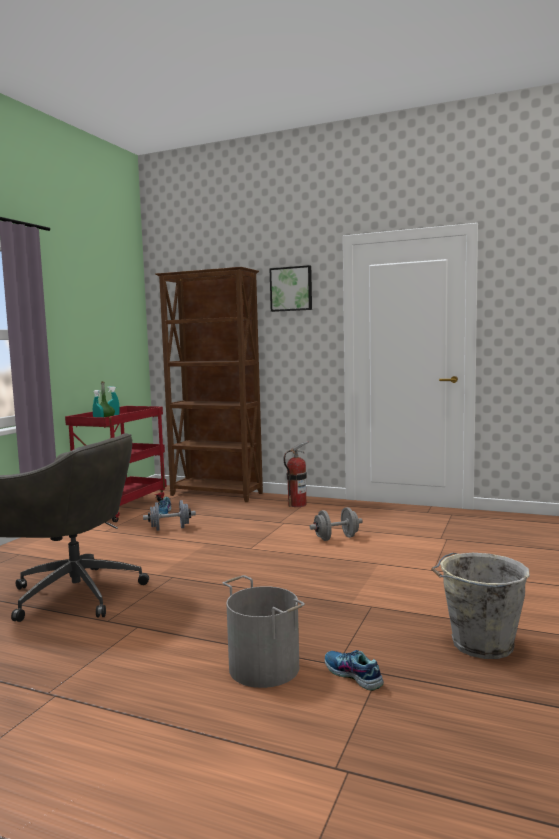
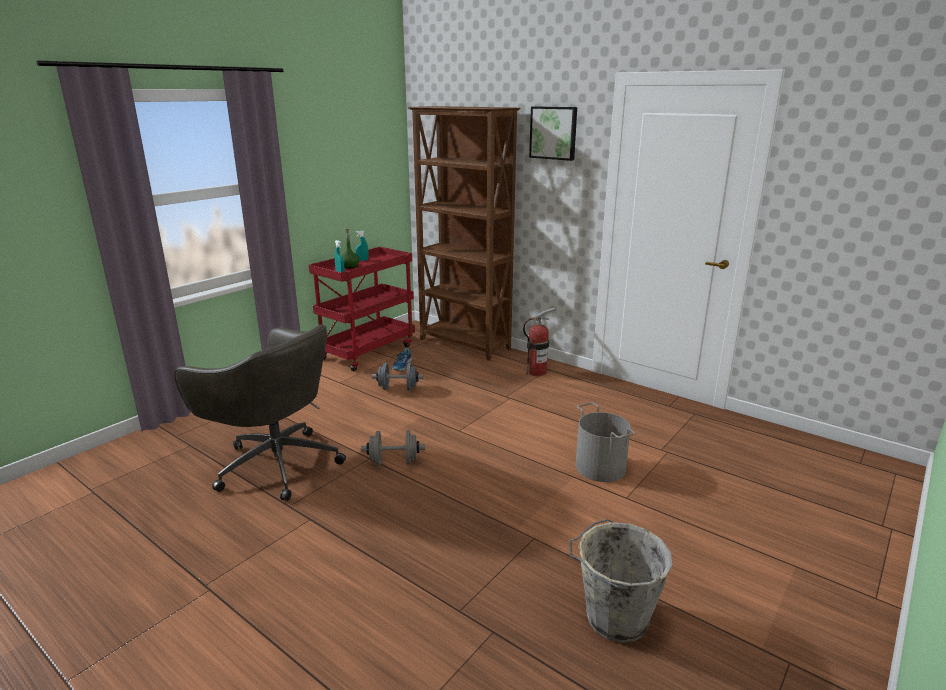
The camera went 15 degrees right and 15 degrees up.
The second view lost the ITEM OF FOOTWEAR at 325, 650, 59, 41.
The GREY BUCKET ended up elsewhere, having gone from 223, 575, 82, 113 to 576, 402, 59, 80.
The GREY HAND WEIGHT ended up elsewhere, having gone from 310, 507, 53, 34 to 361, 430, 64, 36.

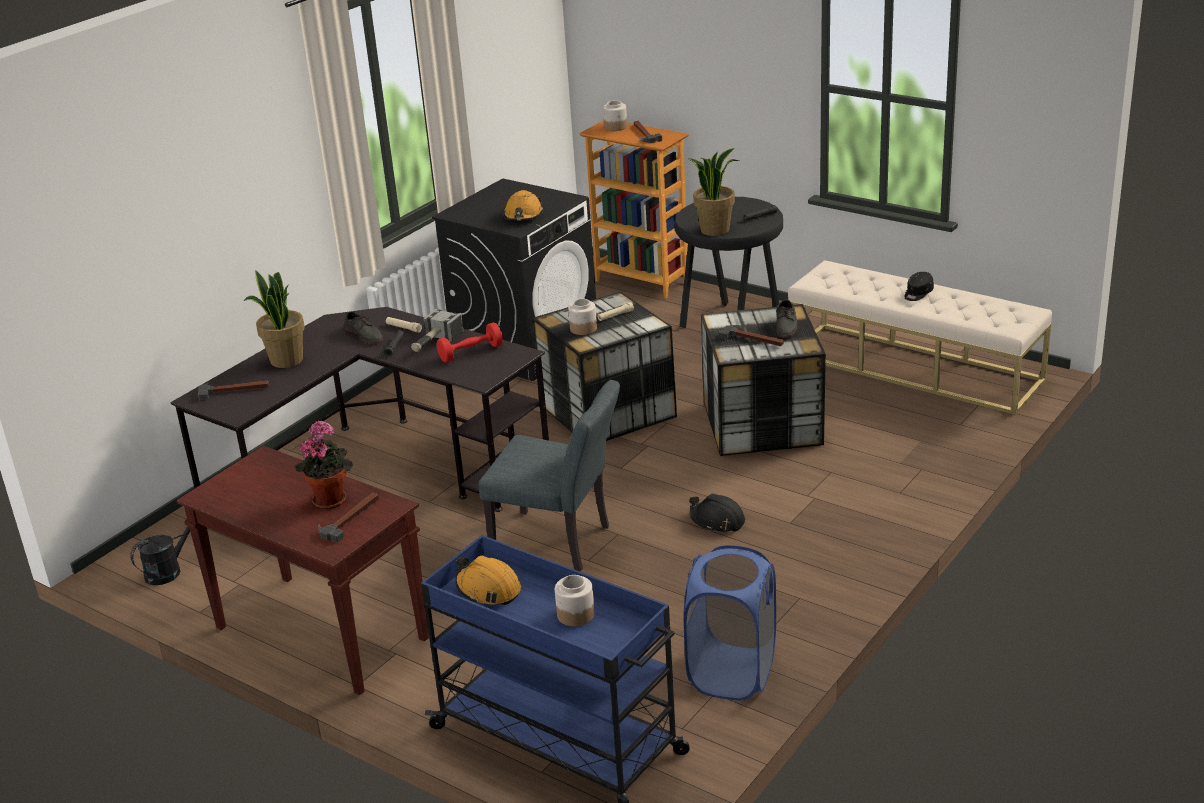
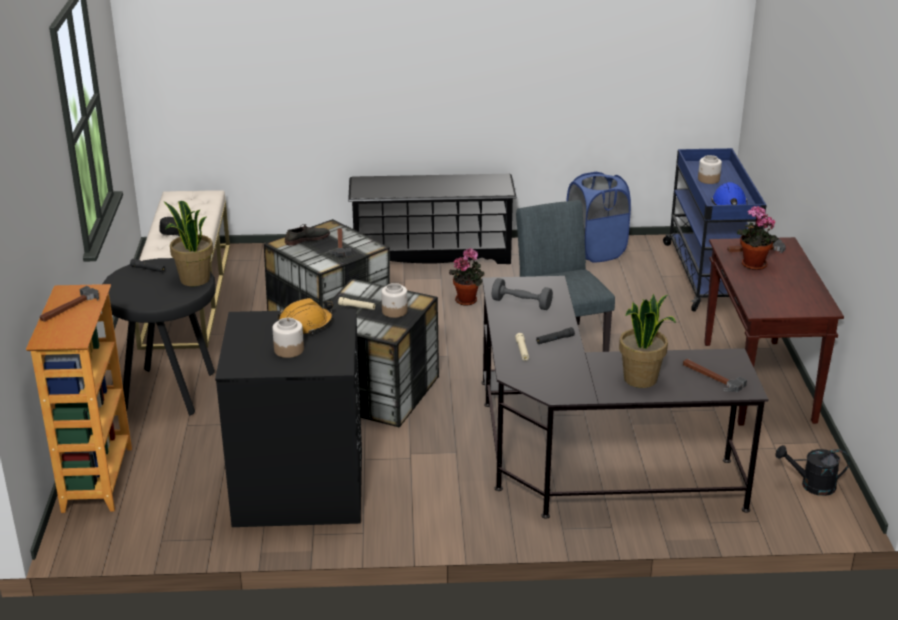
The camera went 130 degrees left and 0 degrees up.
The second view lost the GREY ITEM OF FOOTWEAR at 344, 311, 39, 33.
The second view lost the TOOL HAMMER at 411, 309, 52, 43.
The second view gained the BLACK SHOE SHELF at 348, 174, 169, 90.
The STORAGE JAR ended up elsewhere, having gone from 603, 101, 24, 30 to 272, 318, 32, 40.
Where the BLACK SAFETY HELMET stood at 689, 494, 56, 38, the POTTED PLANT came to stand at 449, 248, 35, 58.
What was the RED-COLOURED HAND WEIGHT at 437, 322, 66, 41 turned into the GREY HAND WEIGHT at 492, 278, 61, 32.
What was the ORANGE SAFETY HELMET at 455, 555, 66, 50 turned into the BLUE SAFETY HELMET at 711, 182, 37, 23.

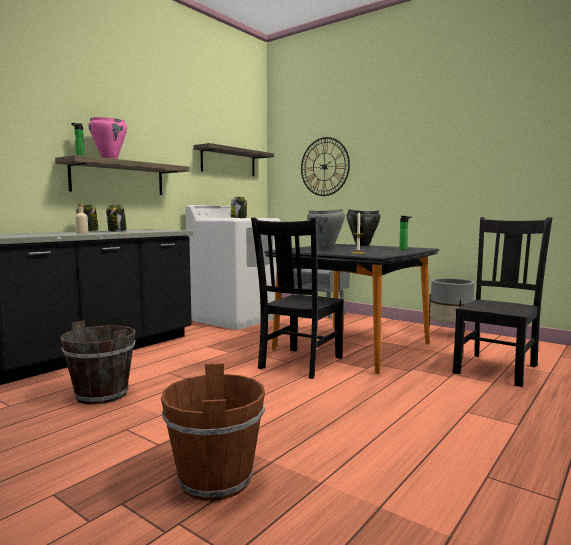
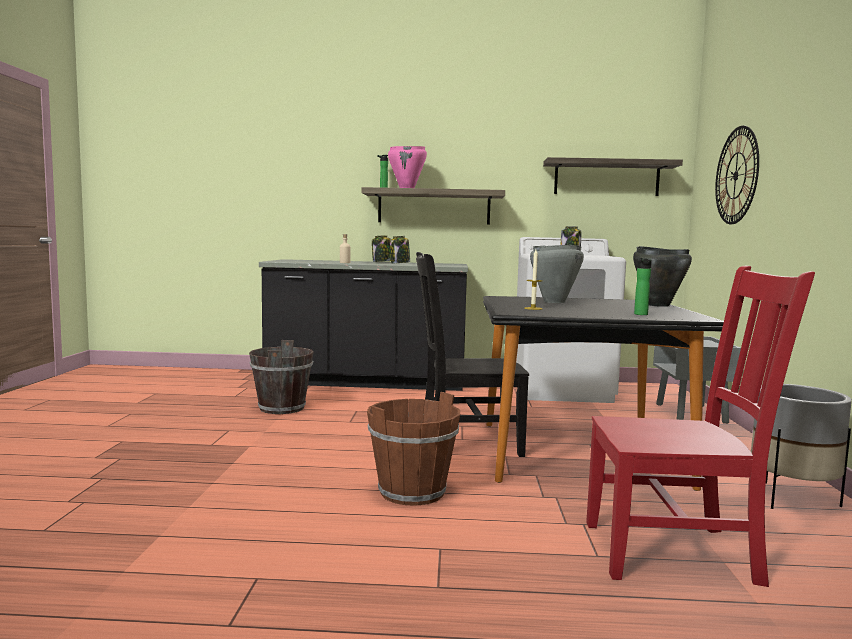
The camera went 55 degrees right and 0 degrees up.
The BROWN BUCKET ended up elsewhere, having gone from 161, 363, 104, 138 to 367, 392, 93, 114.
What was the BLACK CHAIR at 452, 217, 100, 170 turned into the RED-COLOURED CHAIR at 586, 266, 229, 321.

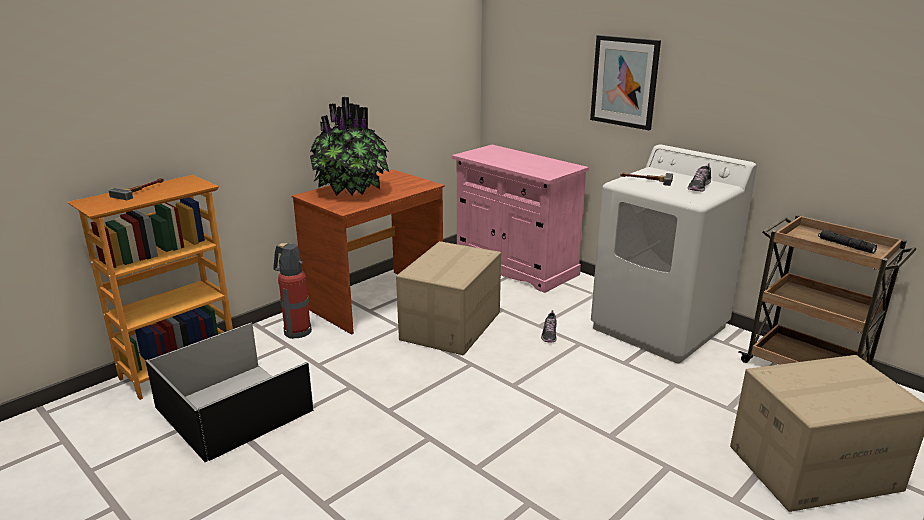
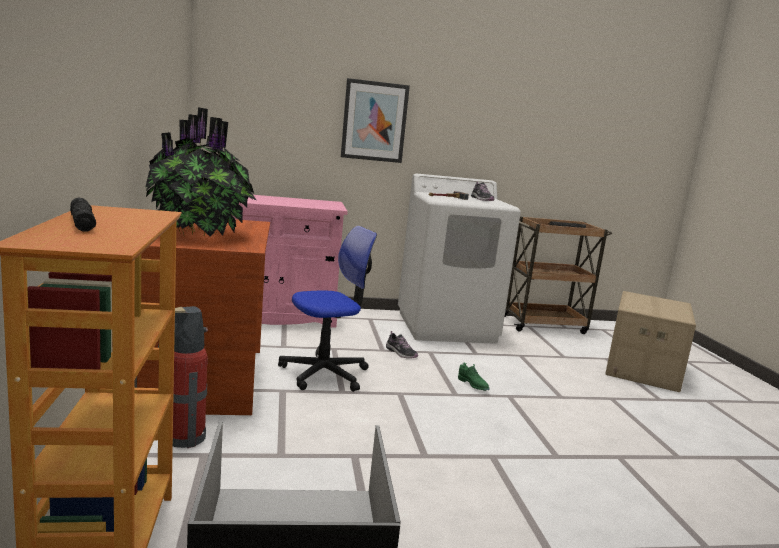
The camera went 55 degrees left and 10 degrees down.
The second view gained the GREEN ITEM OF FOOTWEAR at 458, 362, 32, 29.
Where the TOOL HAMMER stood at 108, 178, 56, 22, the BLACK TORCH came to stand at 70, 197, 26, 35.
Where the CARDBOARD BOX stood at 396, 241, 105, 114, the OFFICE CHAIR came to stand at 278, 226, 99, 166.

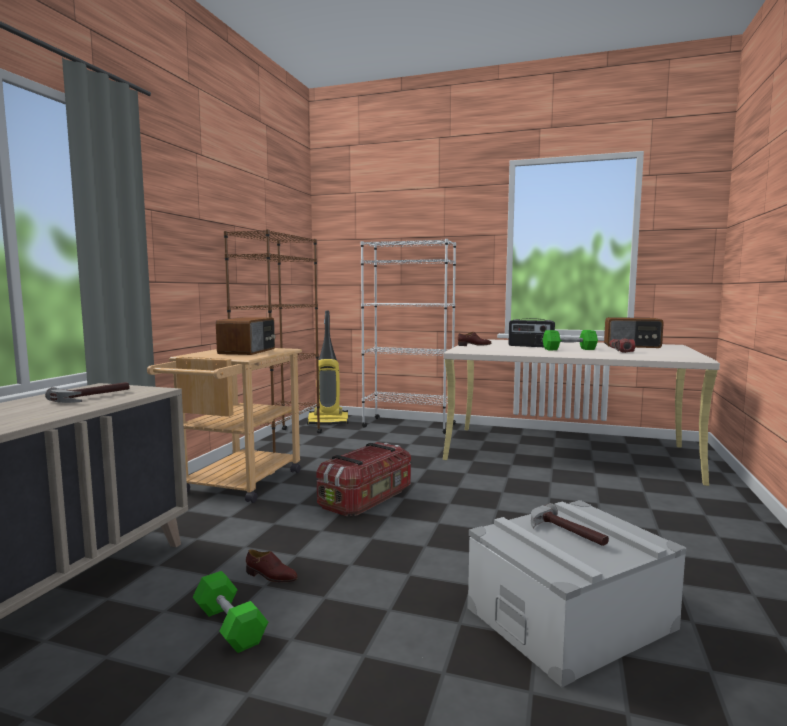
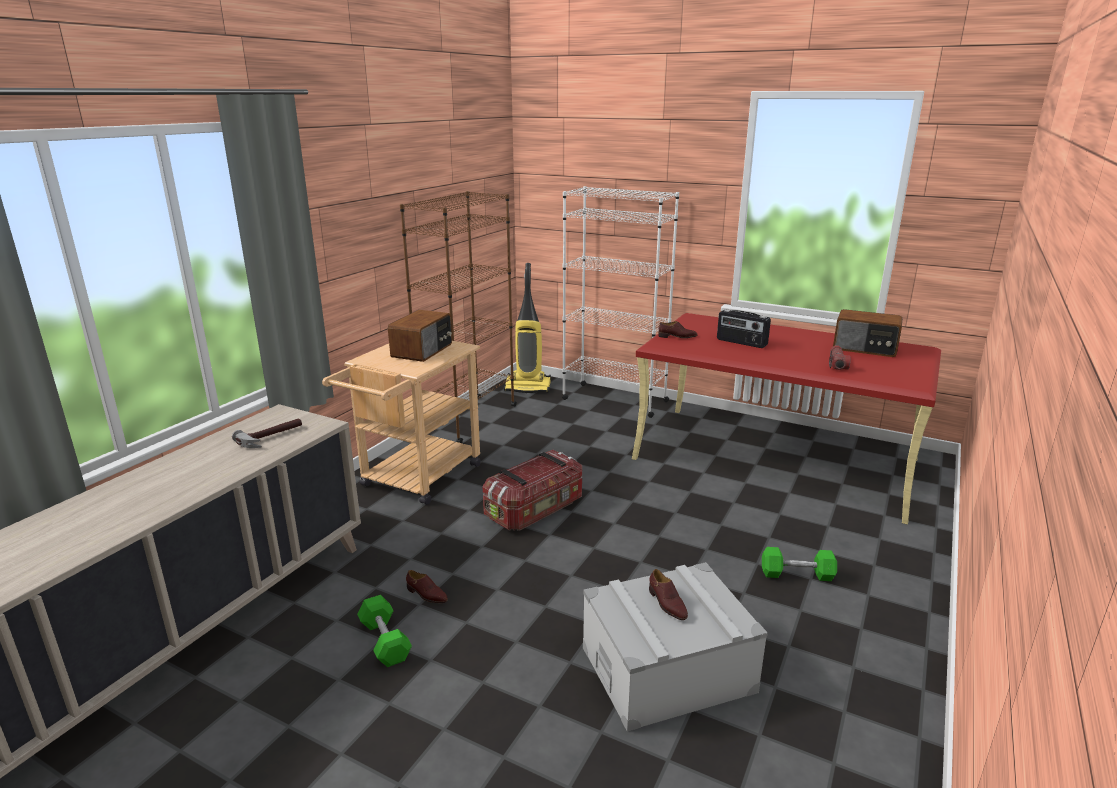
The camera went 10 degrees right and 15 degrees up.
The GREEN HAND WEIGHT ended up elsewhere, having gone from 543, 330, 55, 20 to 762, 547, 75, 34.
Where the TOOL HAMMER stood at 531, 503, 78, 43, the BROWN ITEM OF FOOTWEAR came to stand at 649, 569, 39, 51.
What was the SAND-COLOURED DESK at 443, 339, 277, 147 turned into the RED-COLOURED DESK at 632, 313, 309, 211.

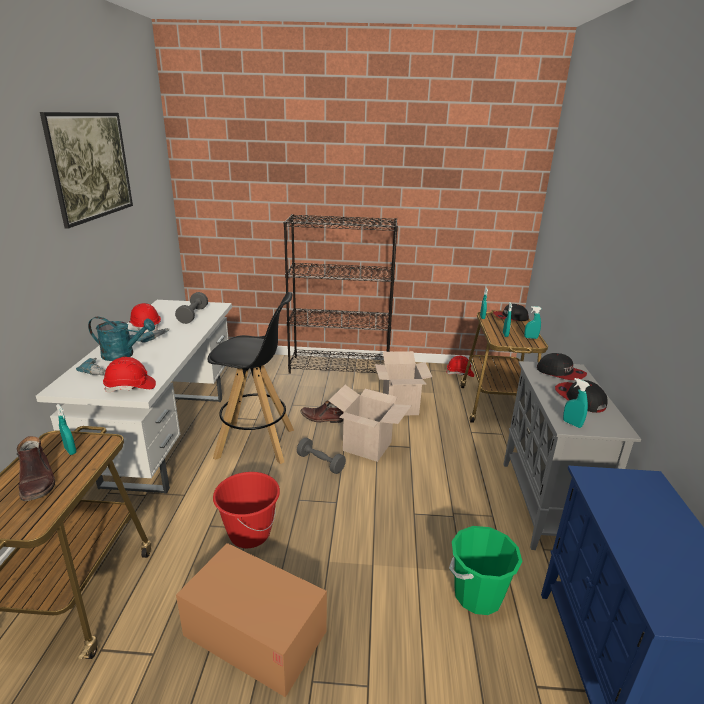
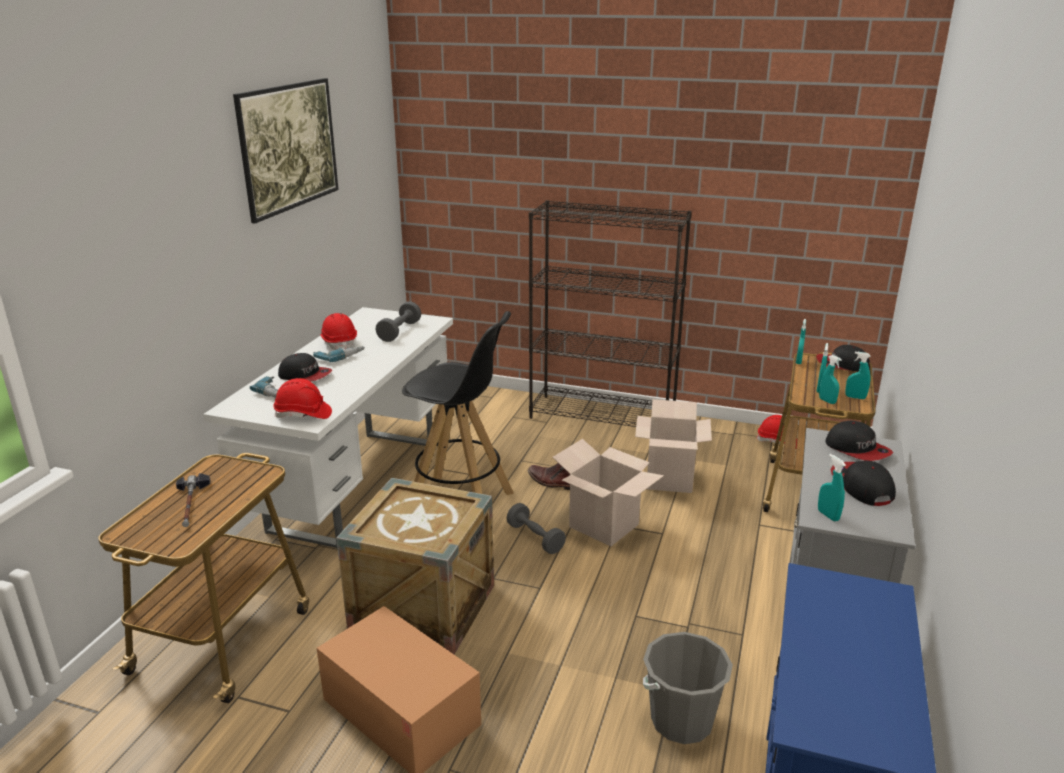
The camera went 15 degrees right and 0 degrees up.
The TURQUOISE-COLOURED HAND SPRAYER ended up elsewhere, having gone from 56, 404, 21, 51 to 819, 355, 23, 49.
Where the BROWN HIGH-TOP BOOT stood at 17, 436, 38, 65, the TOOL HAMMER came to stand at 176, 473, 34, 54.
Where the TURQUOISE-COLOURED SPRINKLING CAN stood at 88, 317, 67, 44, the CAP came to stand at 278, 353, 55, 29.
Where the RED-COLOURED BUCKET stood at 213, 472, 67, 76, the PACKING CRATE came to stand at 336, 478, 158, 177.
What was the GREEN BUCKET at 449, 526, 73, 89 turned into the GREY BUCKET at 643, 632, 90, 112.

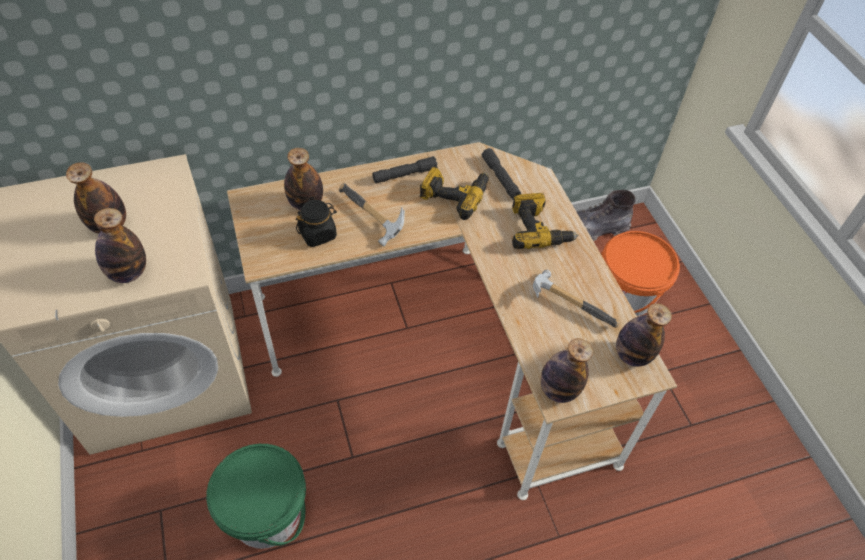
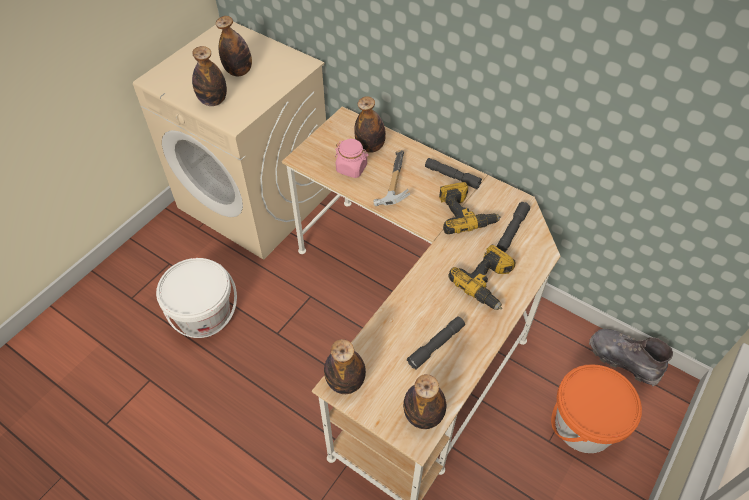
The camera went 55 degrees right and 0 degrees up.
Where the TOOL HAMMER stood at 533, 270, 87, 58, the GREY TORCH came to stand at 407, 316, 58, 54.
What was the GREEN BUCKET at 206, 444, 100, 105 turned into the WHITE-COLOURED BUCKET at 156, 258, 81, 80.
What was the BLACK STORAGE JAR at 296, 200, 41, 47 turned into the PINK STORAGE JAR at 335, 139, 34, 39.

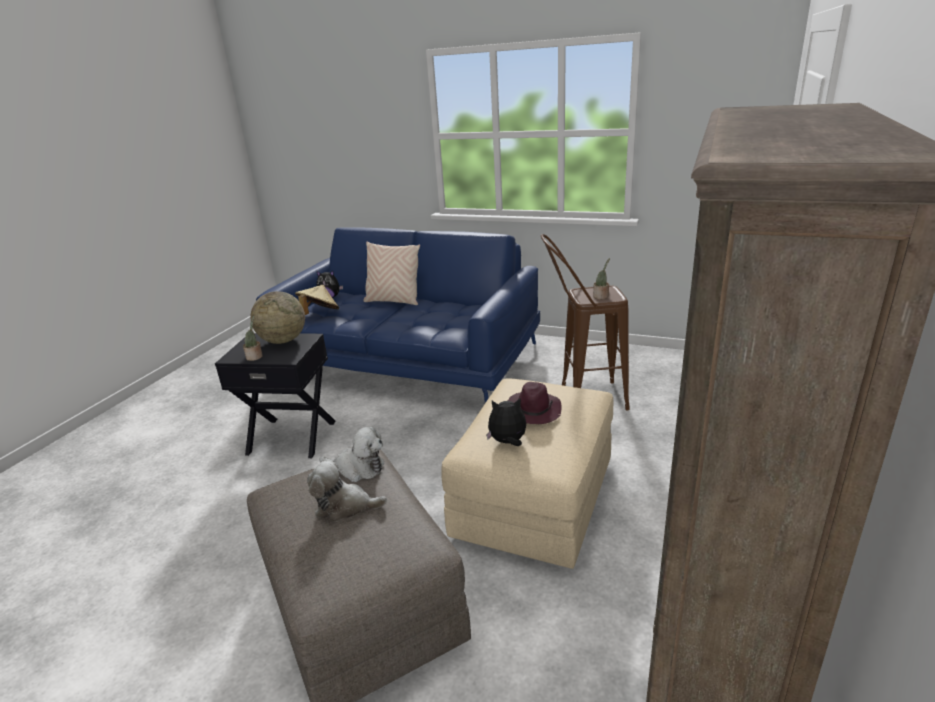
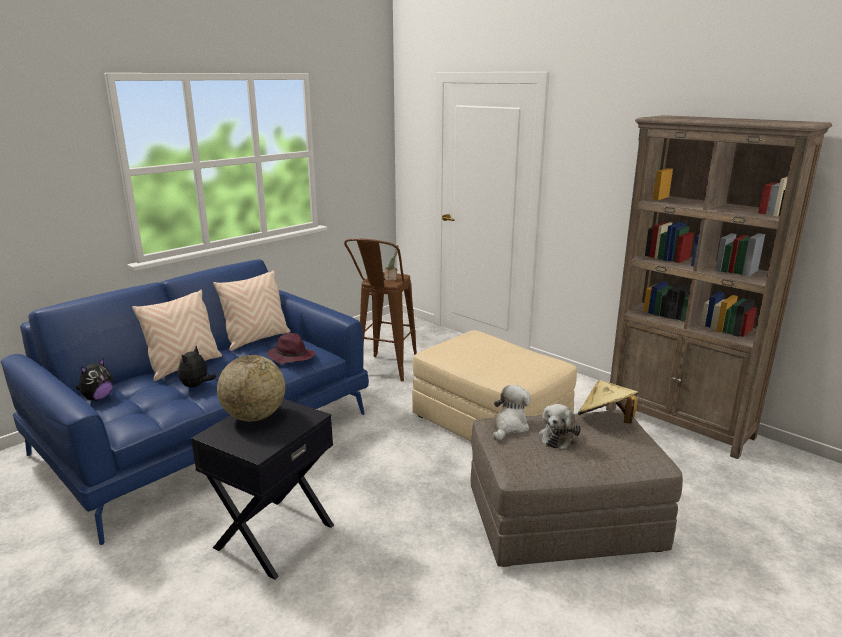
The camera went 70 degrees left and 5 degrees down.
The second view lost the POTTED PLANT at 243, 316, 20, 45.
The second view gained the SAND-COLOURED CUSHION at 213, 270, 77, 81.
The SAND-COLOURED WEARABLE HAT ended up elsewhere, having gone from 295, 285, 44, 30 to 578, 380, 61, 44.
The SOFT TOY ended up elsewhere, having gone from 486, 397, 40, 49 to 178, 346, 38, 42.
The PURPLE WEARABLE HAT ended up elsewhere, having gone from 508, 382, 53, 42 to 267, 333, 48, 31.

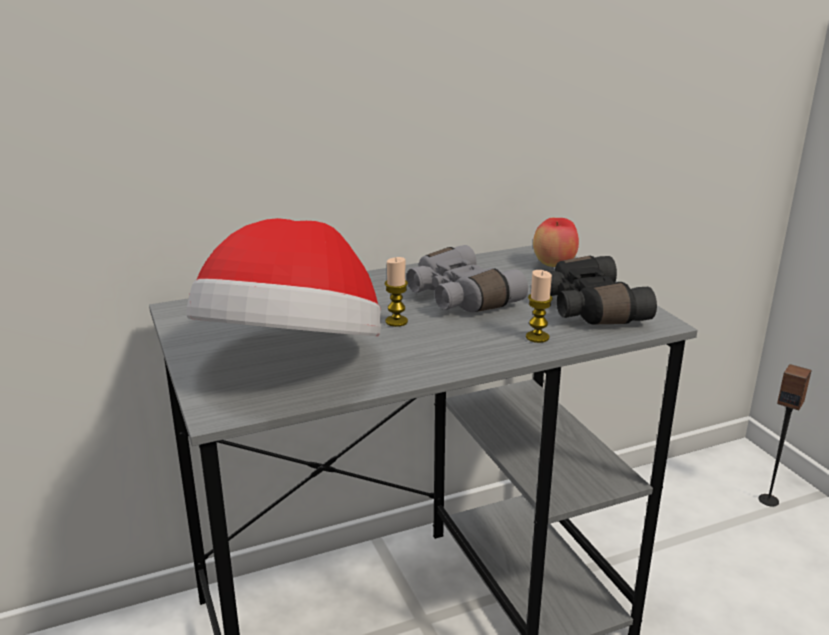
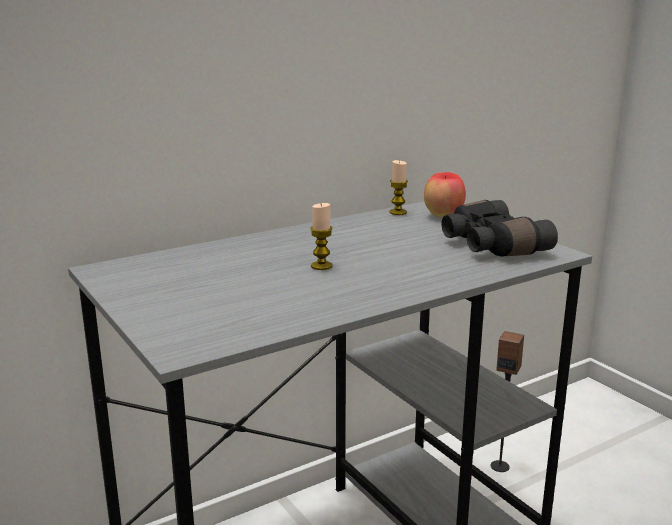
The camera went 10 degrees left and 5 degrees down.
The second view lost the WEARABLE HAT at 186, 218, 195, 118.
The second view lost the GREY BINOCULARS at 407, 245, 121, 67.
The WAX LIGHT ended up elsewhere, having gone from 526, 270, 27, 73 to 389, 160, 19, 55.
The LOUDSPEAKER ended up elsewhere, having gone from 759, 364, 53, 142 to 491, 331, 33, 141.

